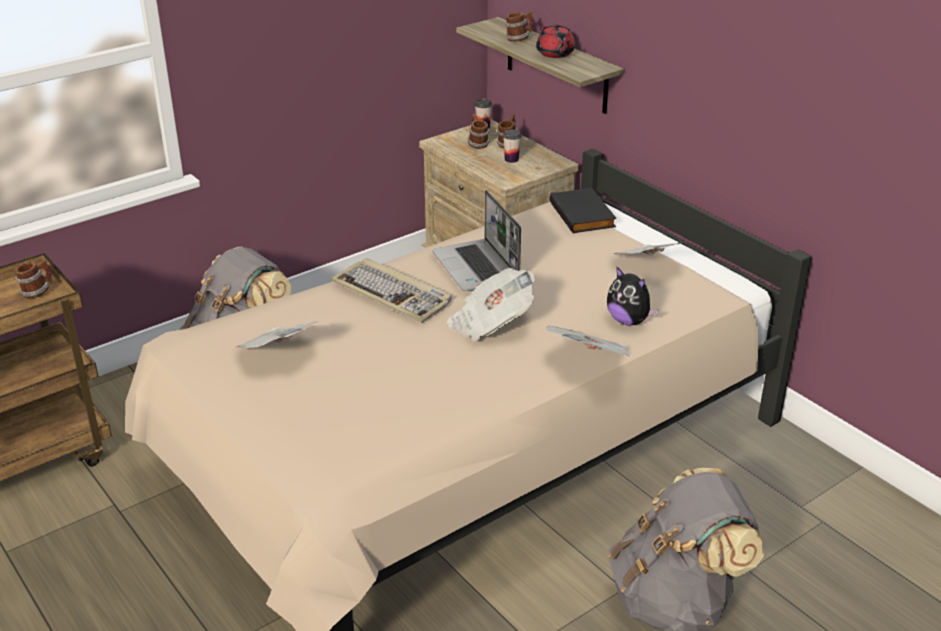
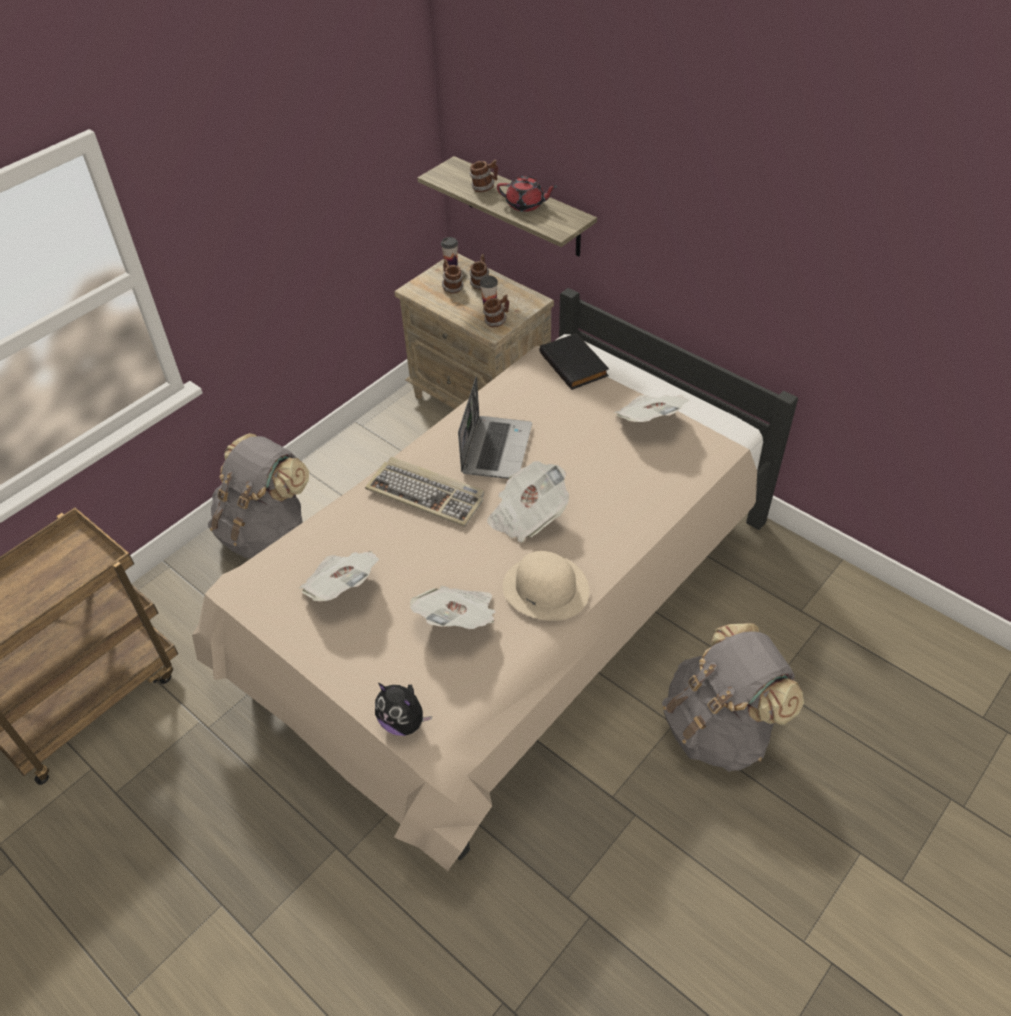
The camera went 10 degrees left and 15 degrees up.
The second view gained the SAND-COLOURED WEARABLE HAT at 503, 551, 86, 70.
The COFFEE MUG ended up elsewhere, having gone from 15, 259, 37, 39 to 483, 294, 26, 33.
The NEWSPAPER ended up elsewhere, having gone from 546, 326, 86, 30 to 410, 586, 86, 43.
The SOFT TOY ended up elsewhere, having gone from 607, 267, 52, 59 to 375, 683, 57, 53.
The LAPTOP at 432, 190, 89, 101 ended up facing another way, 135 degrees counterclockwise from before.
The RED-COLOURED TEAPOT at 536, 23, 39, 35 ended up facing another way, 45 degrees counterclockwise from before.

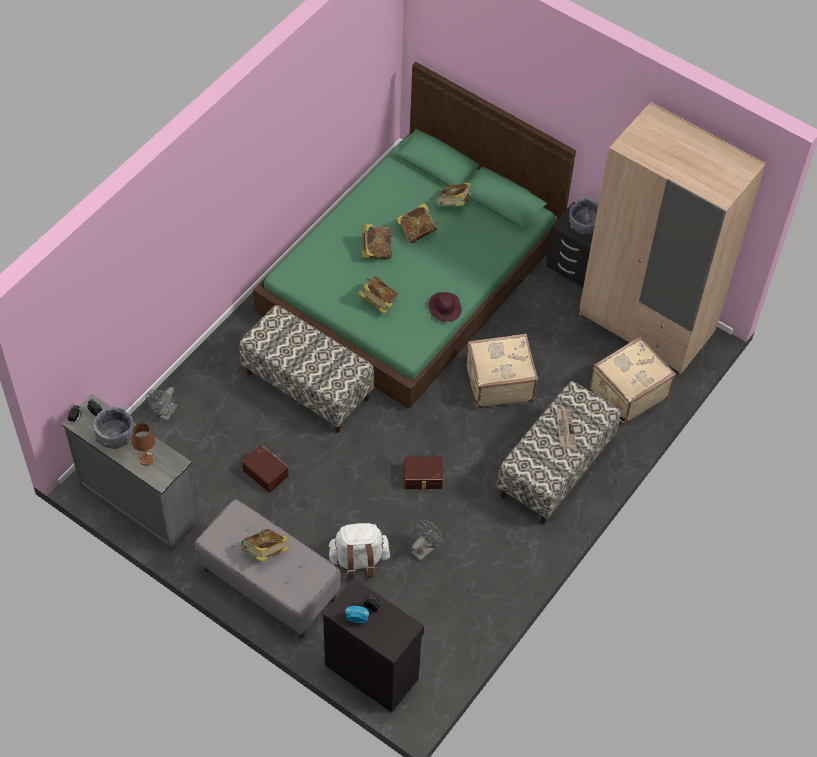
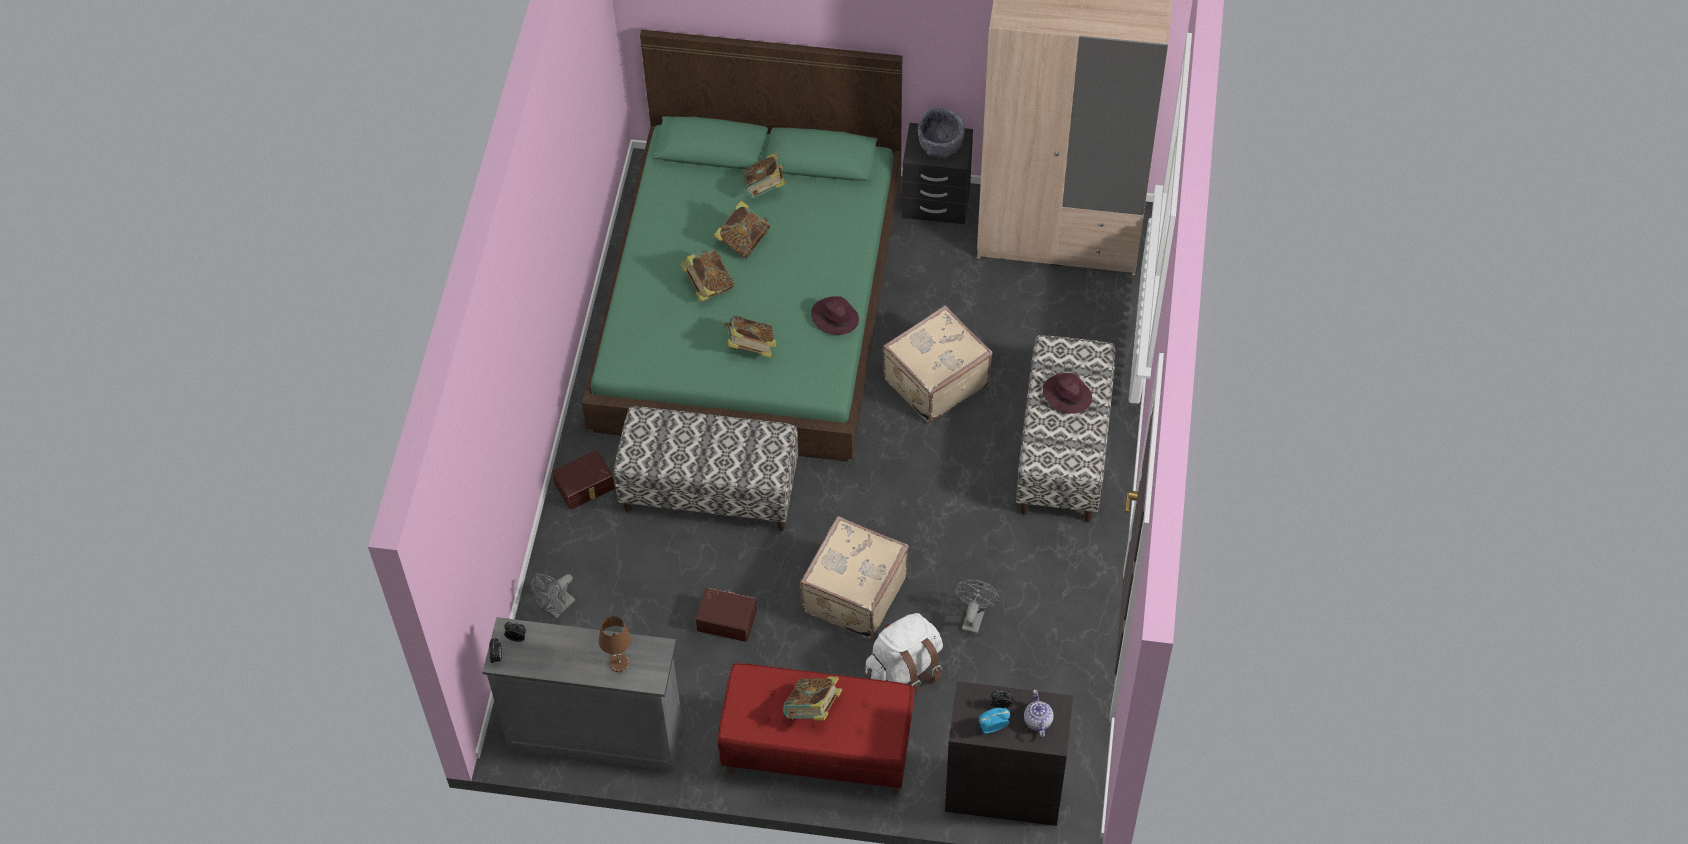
The camera went 25 degrees left and 0 degrees up.
The second view lost the GREY DEEP DISH at 93, 407, 41, 42.
The second view gained the TEAPOT at 1024, 690, 30, 48.
The BROWN STORAGE BOX ended up elsewhere, having gone from 404, 456, 39, 33 to 552, 450, 63, 60.
The SAND-COLOURED TRAVEL CASE ended up elsewhere, having gone from 590, 336, 86, 88 to 800, 516, 109, 123.
Where the NEWSPAPER stood at 556, 408, 21, 41, the PURPLE WEARABLE HAT came to stand at 1043, 373, 49, 41.
What was the GREY INDOOR BENCH at 195, 499, 146, 139 turned into the RED-COLOURED INDOOR BENCH at 718, 663, 196, 132.
The GREY COOLING FAN at 146, 387, 31, 34 ended up facing another way, 45 degrees clockwise from before.

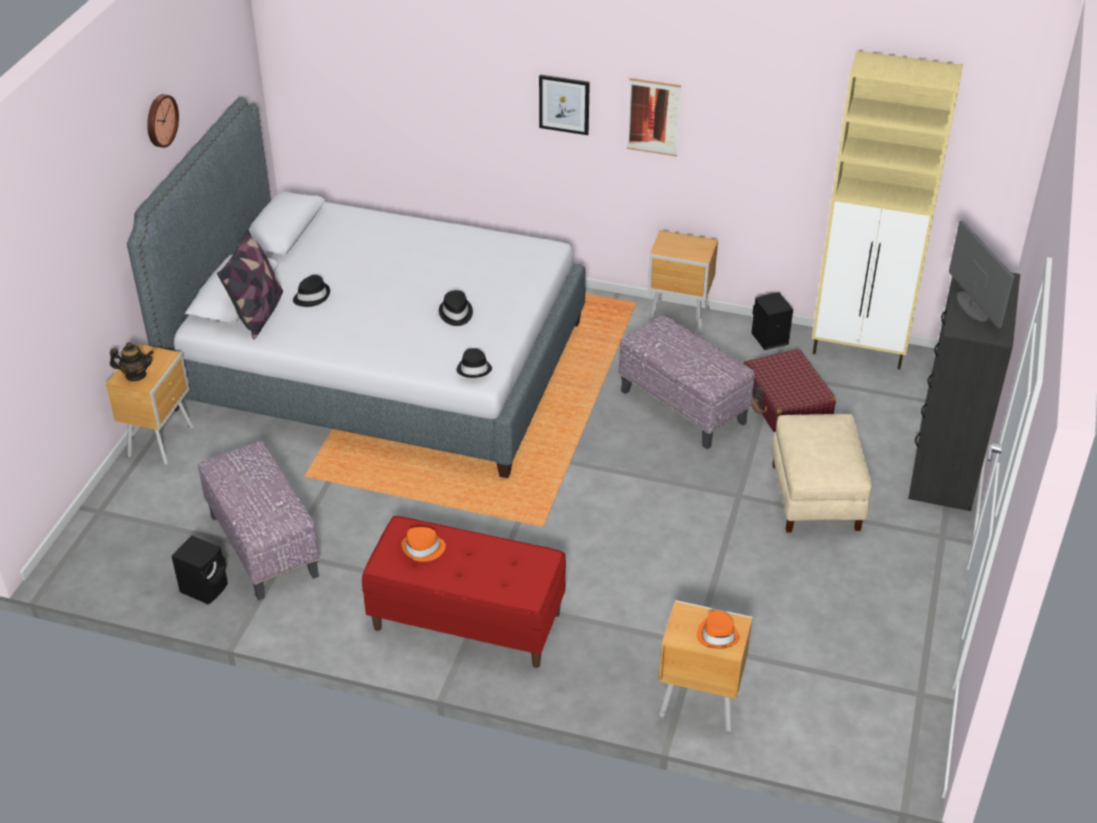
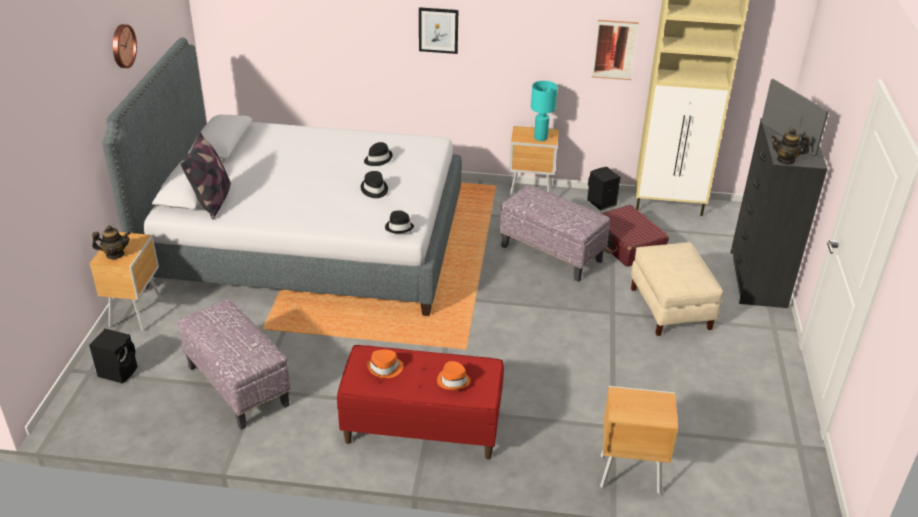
The camera went 10 degrees left and 5 degrees down.
The second view gained the TURQUOISE-COLOURED LAMP FOR A TABLE at 531, 81, 27, 60.
The second view gained the TEAPOT at 772, 129, 38, 36.
The BLACK LOUDSPEAKER ended up elsewhere, having gone from 171, 535, 57, 70 to 89, 329, 49, 55.
The BLACK WEARABLE HAT ended up elsewhere, having gone from 293, 275, 37, 32 to 364, 142, 28, 24.
The WALL ART ended up elsewhere, having gone from 627, 78, 54, 78 to 592, 20, 47, 60.
The ORANGE WEARABLE HAT ended up elsewhere, having gone from 697, 610, 43, 39 to 437, 361, 34, 29.

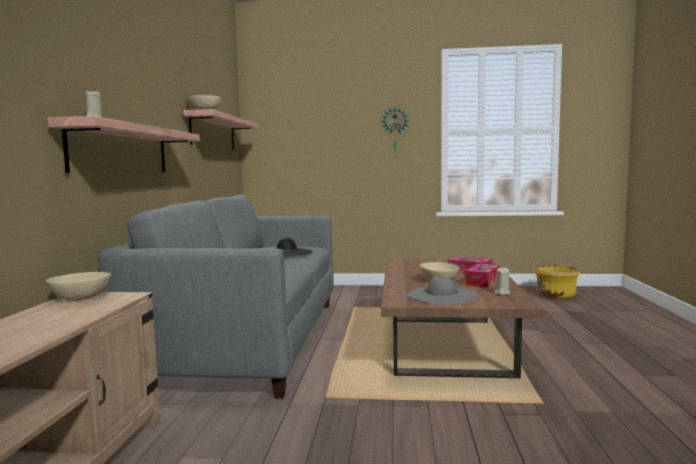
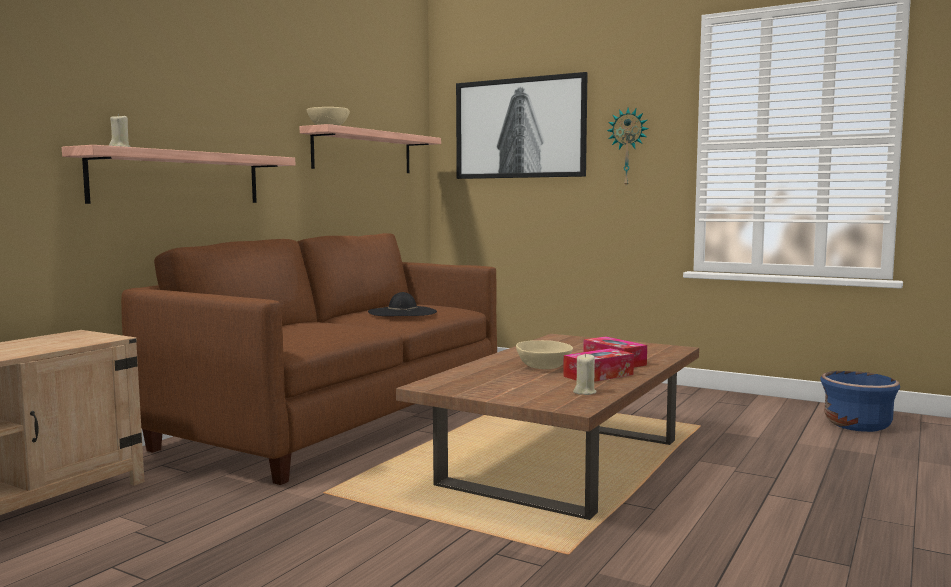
The camera went 25 degrees right and 0 degrees up.
The second view lost the SAND-COLOURED DEEP DISH at 46, 272, 65, 29.
The second view lost the GREY WEARABLE HAT at 407, 276, 70, 29.
The second view gained the WALL ART at 456, 72, 132, 107.
What was the GREY COUCH at 99, 195, 235, 204 turned into the BROWN COUCH at 121, 233, 376, 252.
What was the YELLOW-COLOURED PLANTER at 534, 265, 46, 35 turned into the BLUE PLANTER at 820, 371, 80, 61.

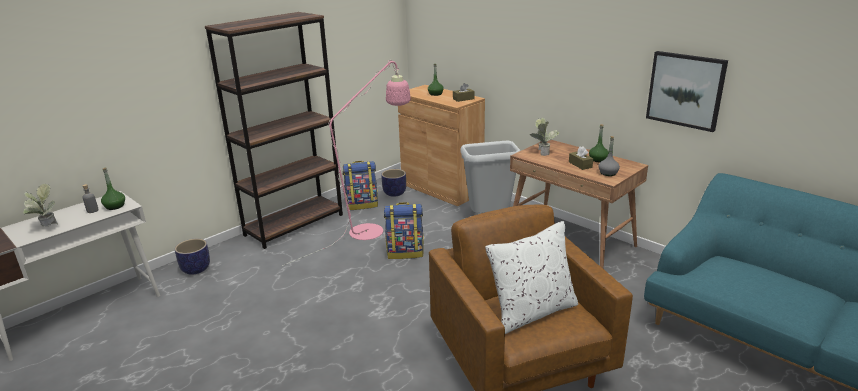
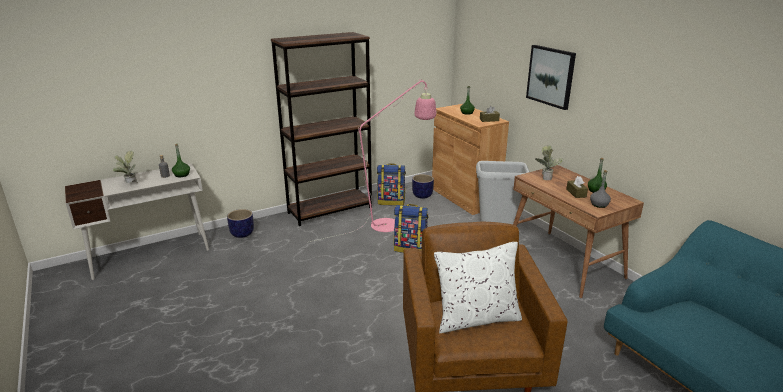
The camera went 15 degrees right and 0 degrees up.
The WALL ART ended up elsewhere, having gone from 646, 51, 82, 81 to 526, 45, 50, 65.

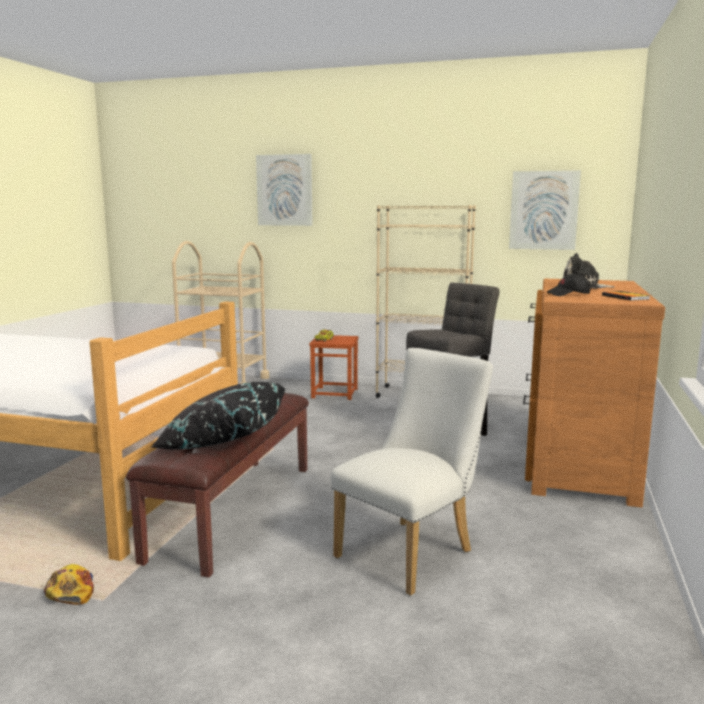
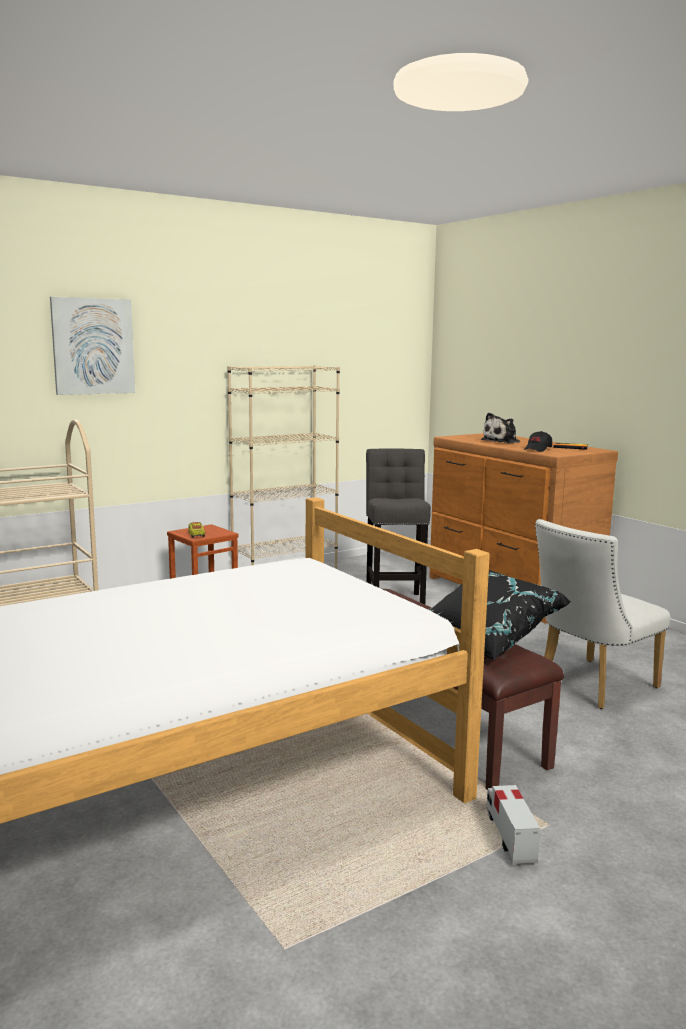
The camera went 50 degrees left and 0 degrees up.
The second view lost the WALL ART at 509, 170, 72, 80.
Where the CAP stood at 44, 564, 50, 41, the TOY TRUCK came to stand at 487, 785, 53, 79.
The WHITE-COLOURED CHAIR at 331, 348, 162, 248 ended up facing another way, 120 degrees counterclockwise from before.

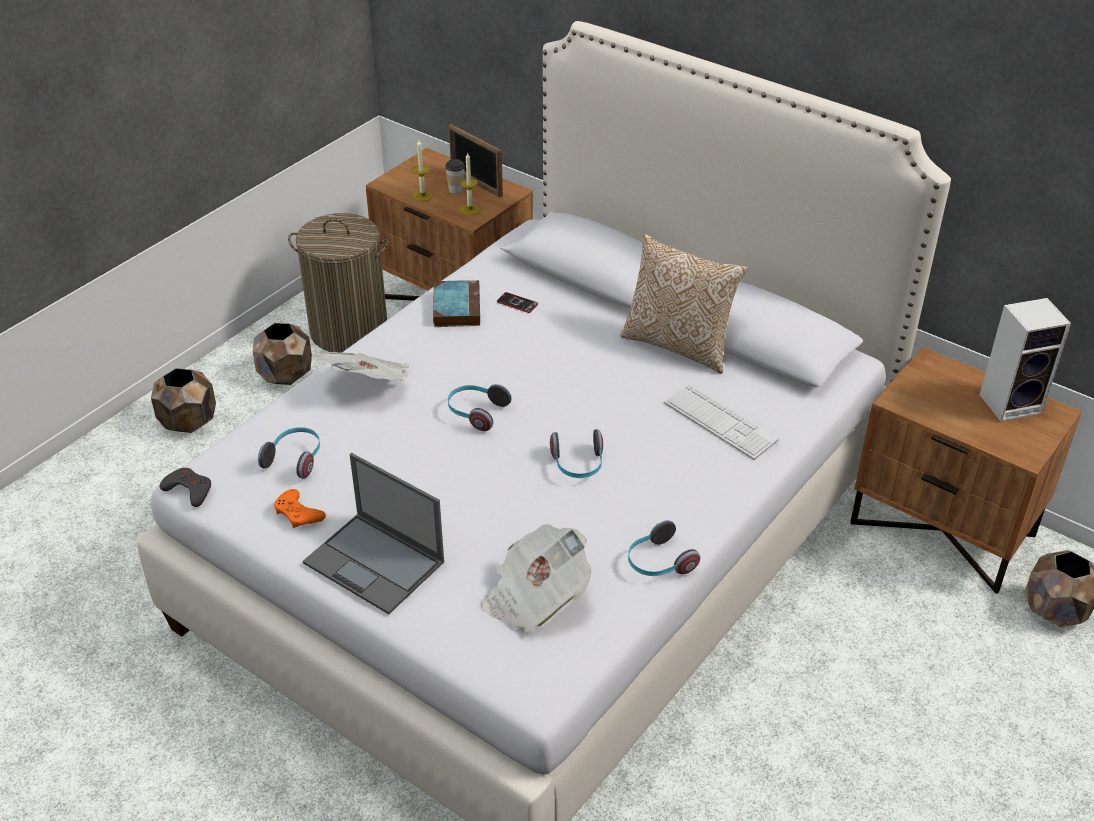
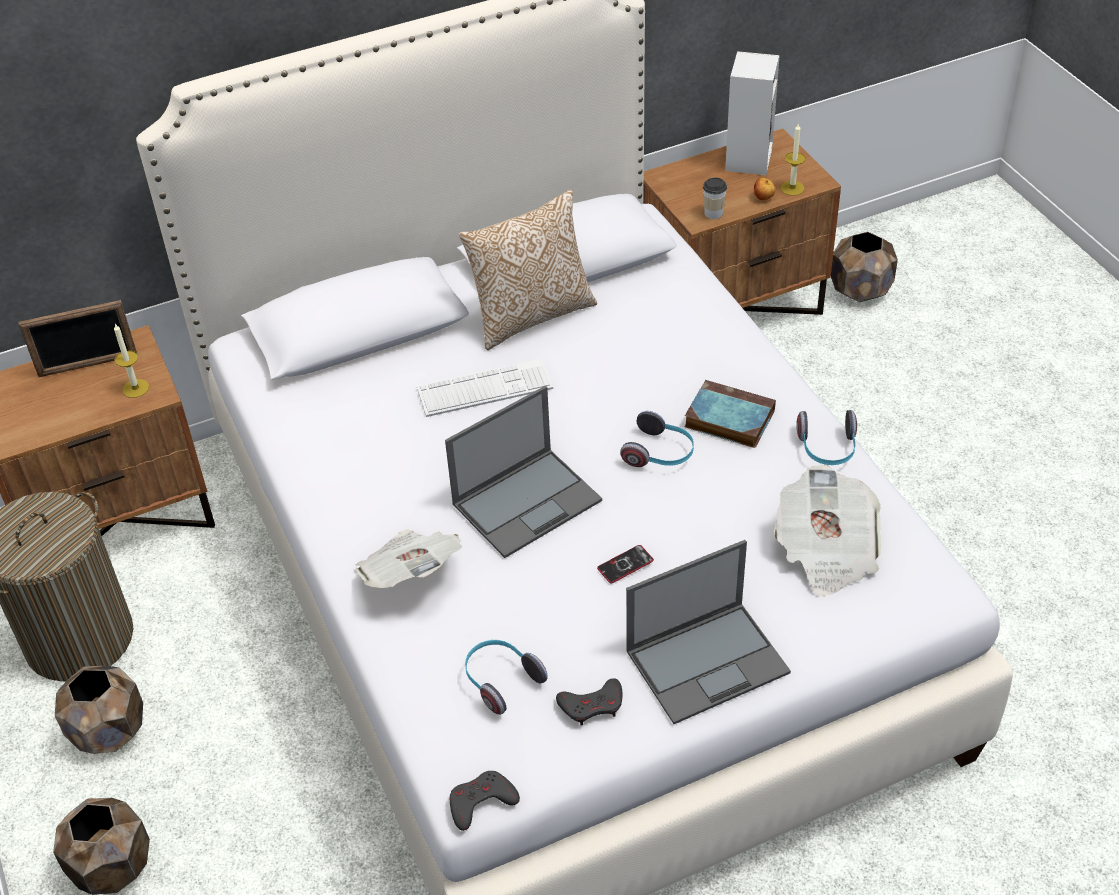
The camera went 60 degrees left and 5 degrees up.
The second view gained the APPLE FRUIT at 754, 178, 22, 22.
The WAX LIGHT ended up elsewhere, having gone from 412, 140, 21, 61 to 780, 124, 26, 72.
The BOUND BOOK ended up elsewhere, having gone from 433, 280, 47, 47 to 685, 380, 91, 68.
The DRINKING CUP ended up elsewhere, having gone from 445, 159, 20, 35 to 703, 177, 24, 42.
The HANDSET ended up elsewhere, having gone from 497, 292, 41, 21 to 597, 545, 57, 38.
The PC KEYBOARD ended up elsewhere, having gone from 664, 383, 115, 77 to 417, 358, 136, 59.
Where the HEADSET stood at 448, 384, 64, 47, the LAPTOP came to stand at 445, 386, 157, 172.
What was the ORANGE GAME CONTROLLER at 274, 489, 52, 39 turned into the GREY GAME CONTROLLER at 556, 678, 66, 47.

